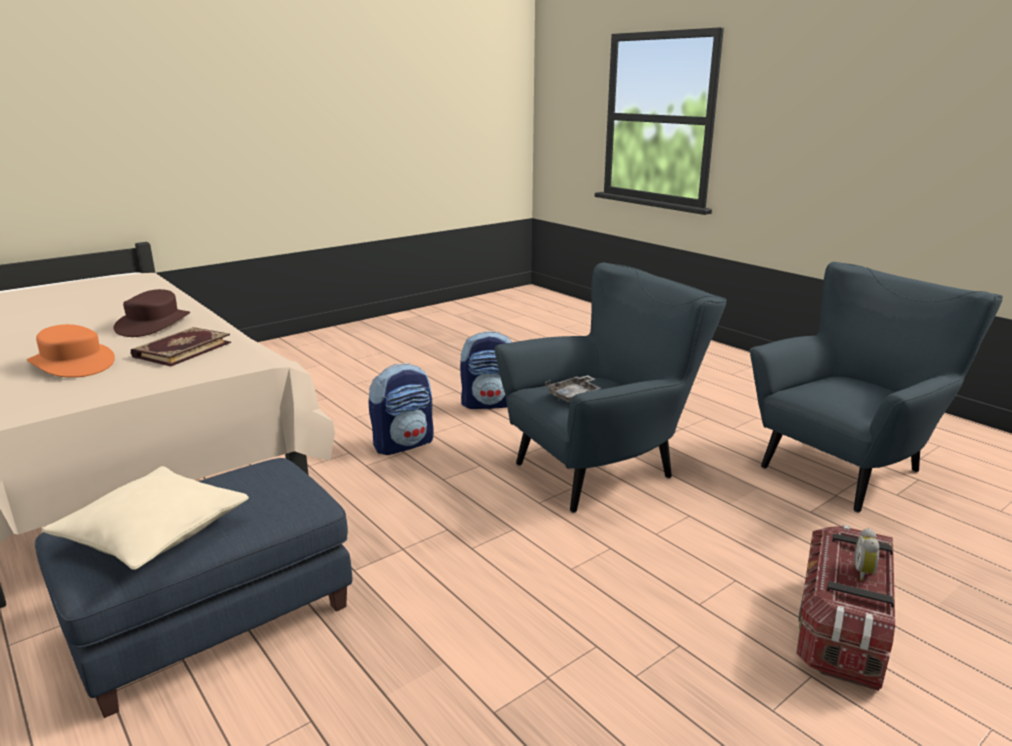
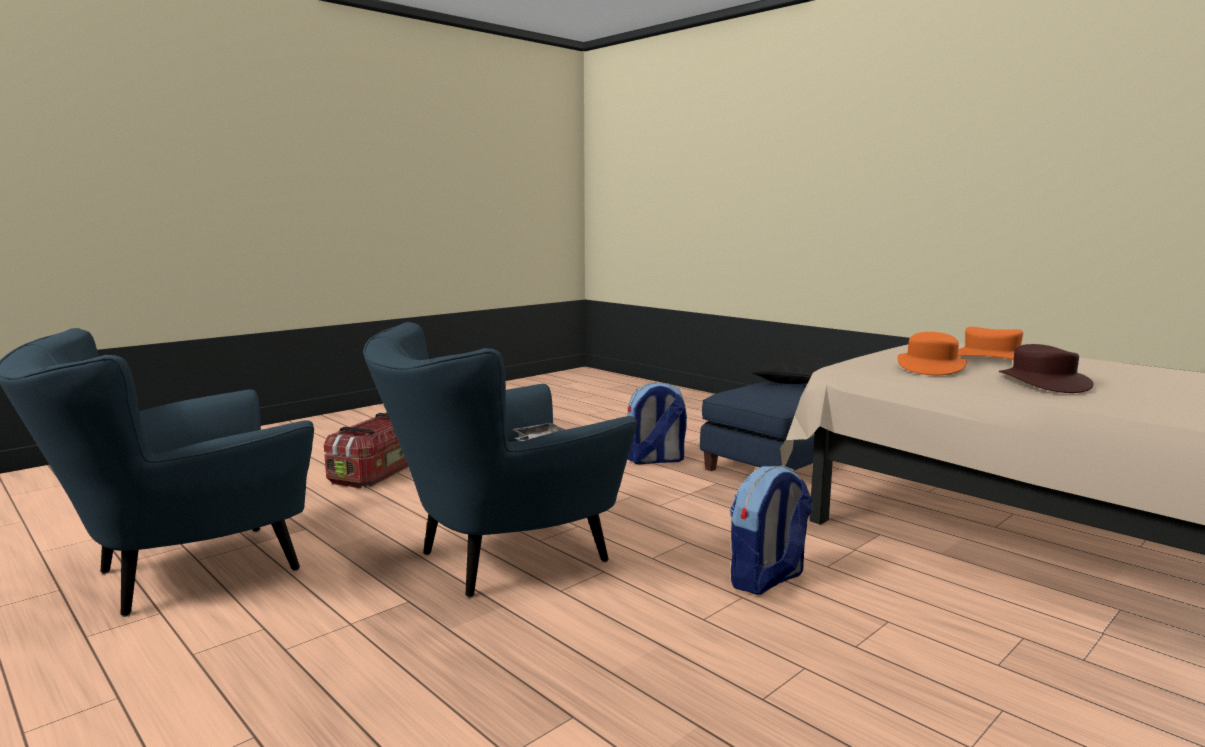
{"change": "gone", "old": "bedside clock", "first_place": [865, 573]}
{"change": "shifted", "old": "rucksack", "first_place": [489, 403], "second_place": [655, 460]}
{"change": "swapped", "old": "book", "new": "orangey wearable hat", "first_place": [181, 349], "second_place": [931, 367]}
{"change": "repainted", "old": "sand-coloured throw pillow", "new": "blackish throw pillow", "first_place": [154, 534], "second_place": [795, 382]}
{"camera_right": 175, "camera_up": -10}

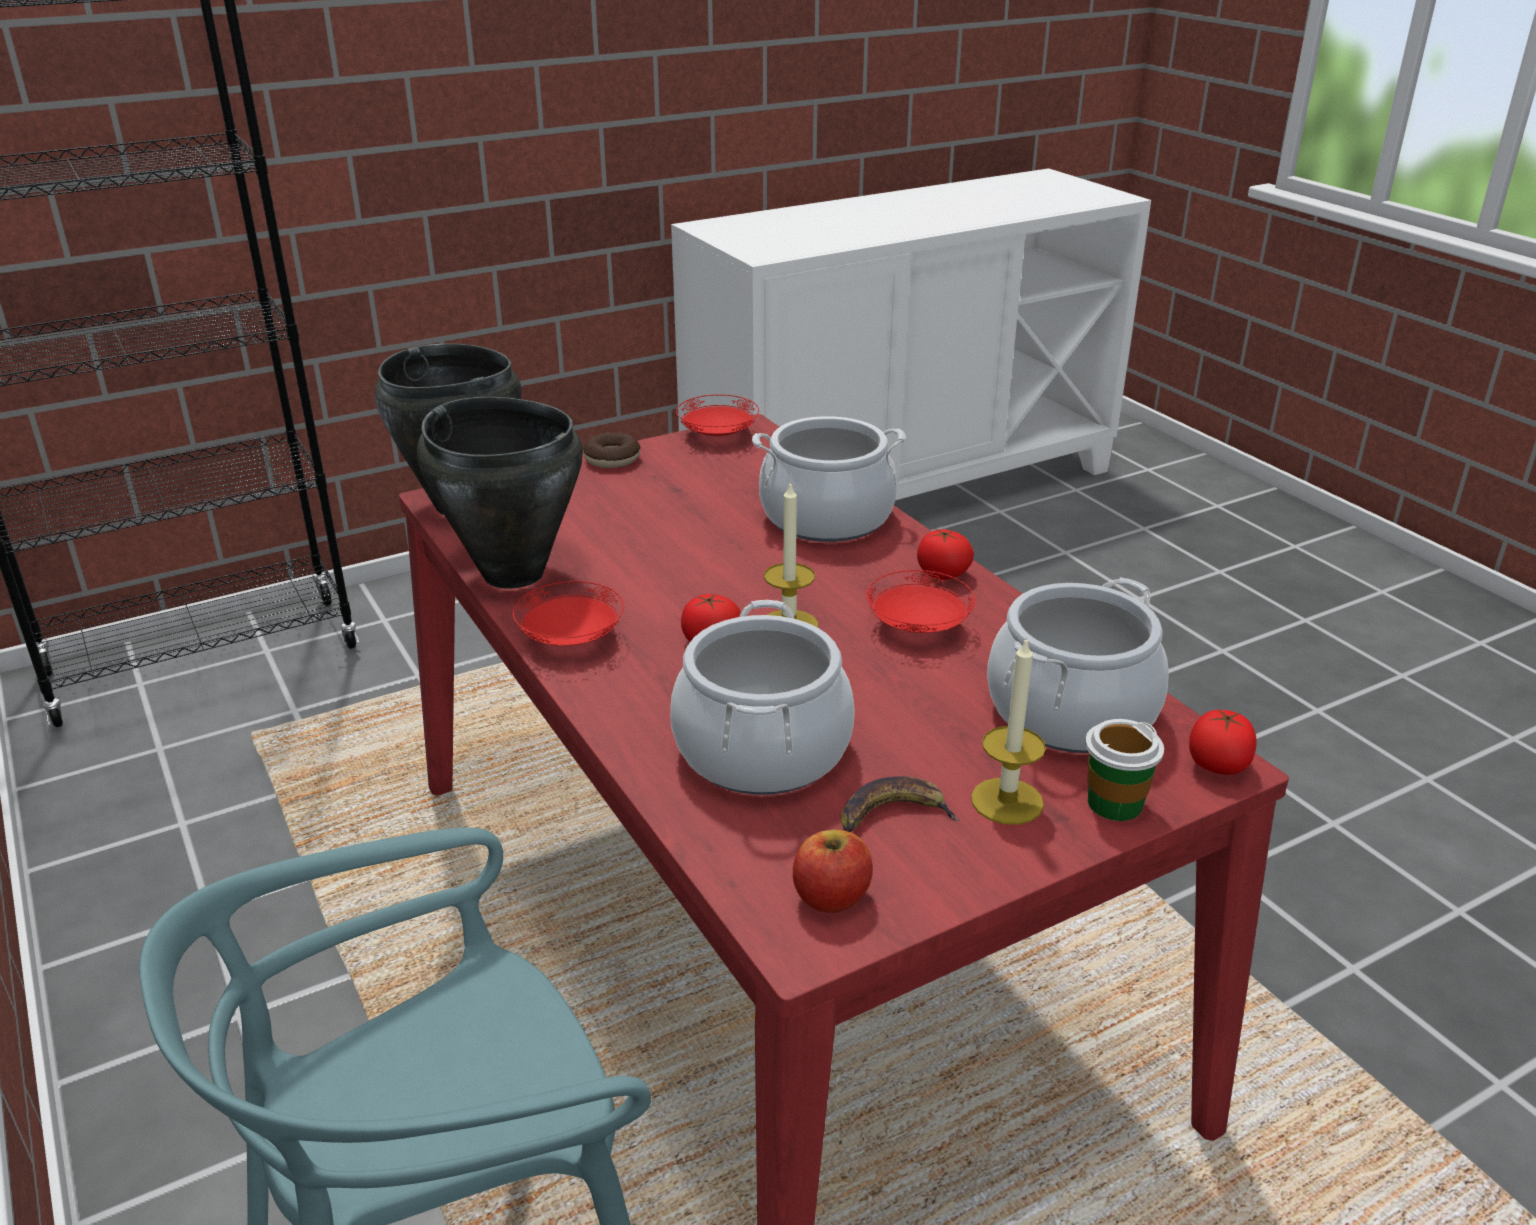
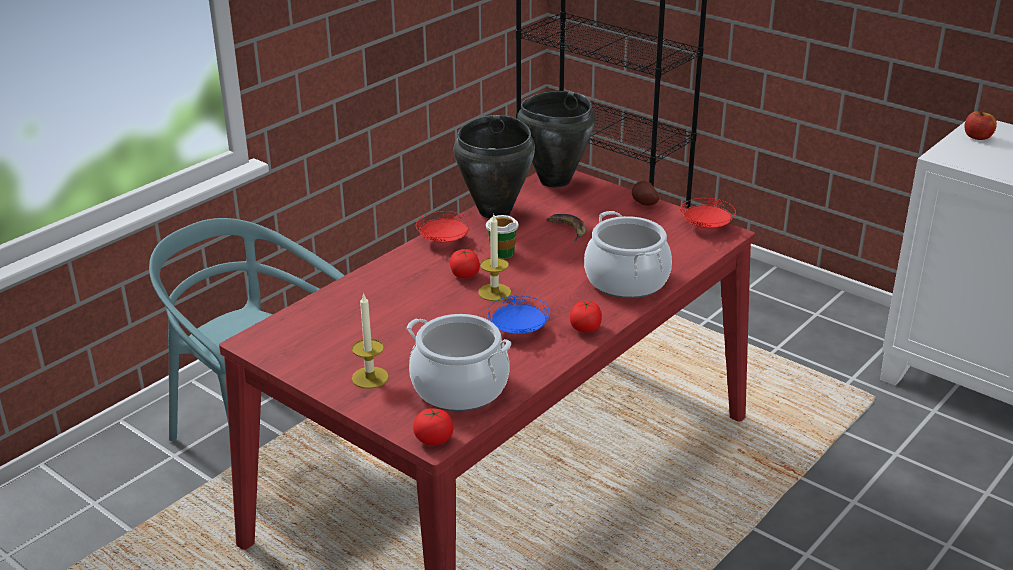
{"change": "gone", "old": "saucepot", "first_place": [763, 750]}
{"change": "shifted", "old": "apple fruit", "first_place": [831, 897], "second_place": [977, 137]}
{"change": "shifted", "old": "banana", "first_place": [892, 814], "second_place": [567, 229]}
{"change": "shifted", "old": "small cup", "first_place": [1114, 803], "second_place": [502, 253]}
{"change": "swapped", "old": "doughnut", "new": "potato", "first_place": [612, 459], "second_place": [643, 204]}
{"change": "repainted", "old": "red-coloured plate", "new": "bluish plate", "first_place": [917, 627], "second_place": [518, 329]}
{"camera_right": 70, "camera_up": 0}

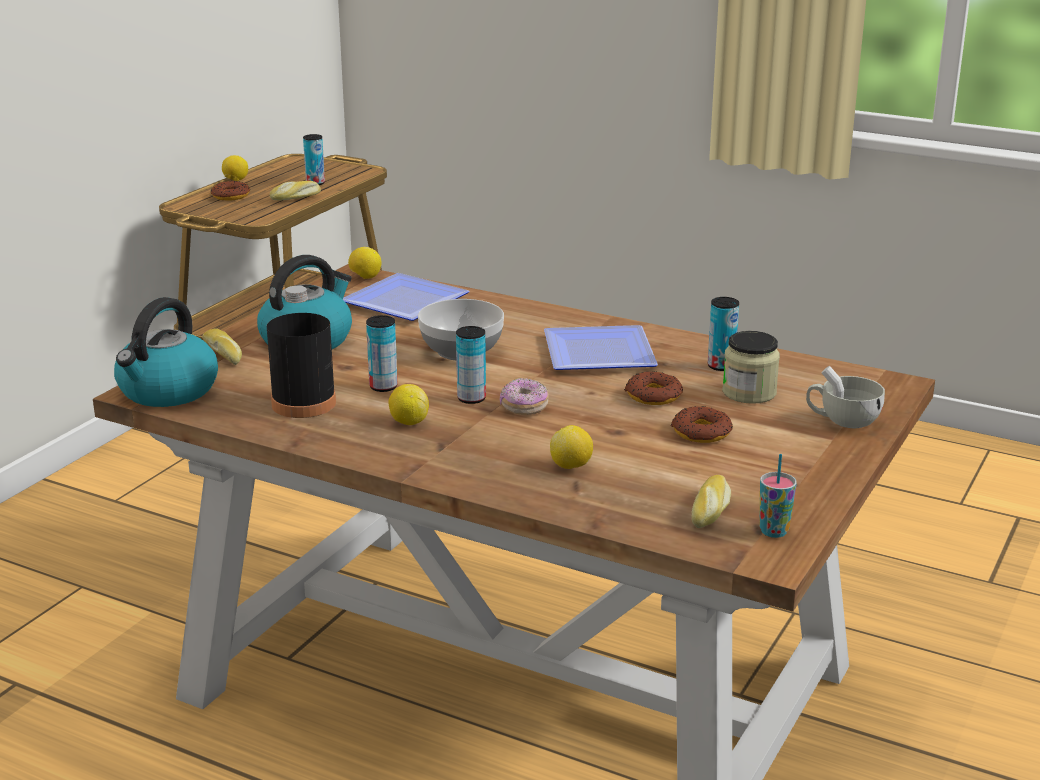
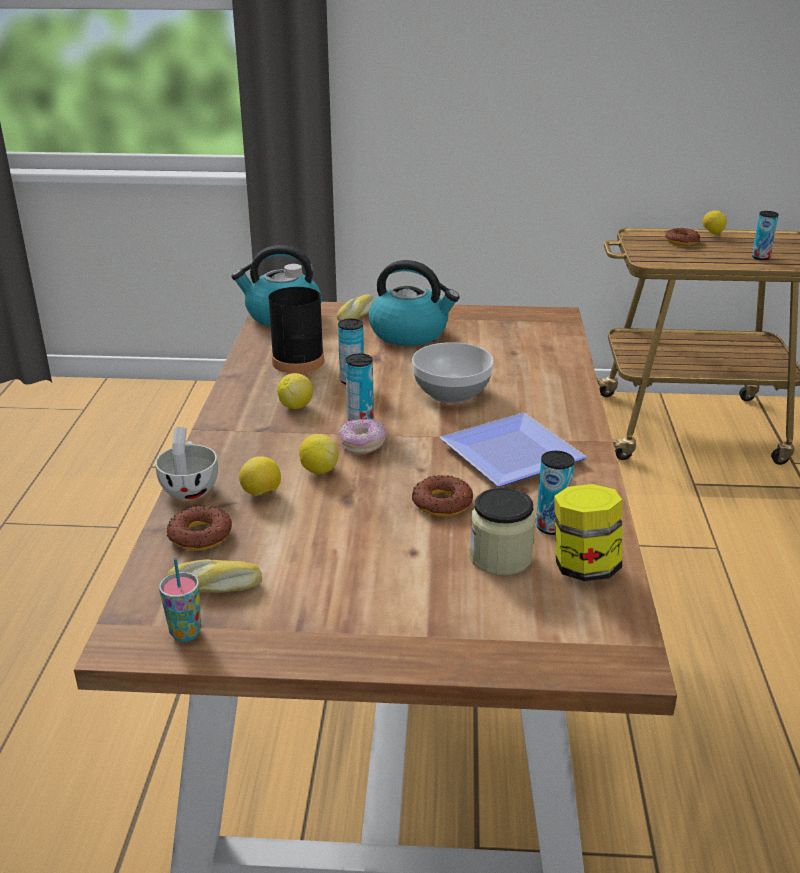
{"change": "gone", "old": "bakery bread", "first_place": [296, 197]}
{"change": "gone", "old": "plate", "first_place": [405, 304]}
{"change": "new", "new": "preserve jar", "second_place": [584, 566]}
{"change": "shifted", "old": "lemon", "first_place": [365, 278], "second_place": [319, 470]}
{"change": "shifted", "old": "doughnut", "first_place": [701, 432], "second_place": [200, 535]}
{"change": "shifted", "old": "whitish small cup", "first_place": [842, 420], "second_place": [190, 487]}
{"camera_right": 65, "camera_up": 5}

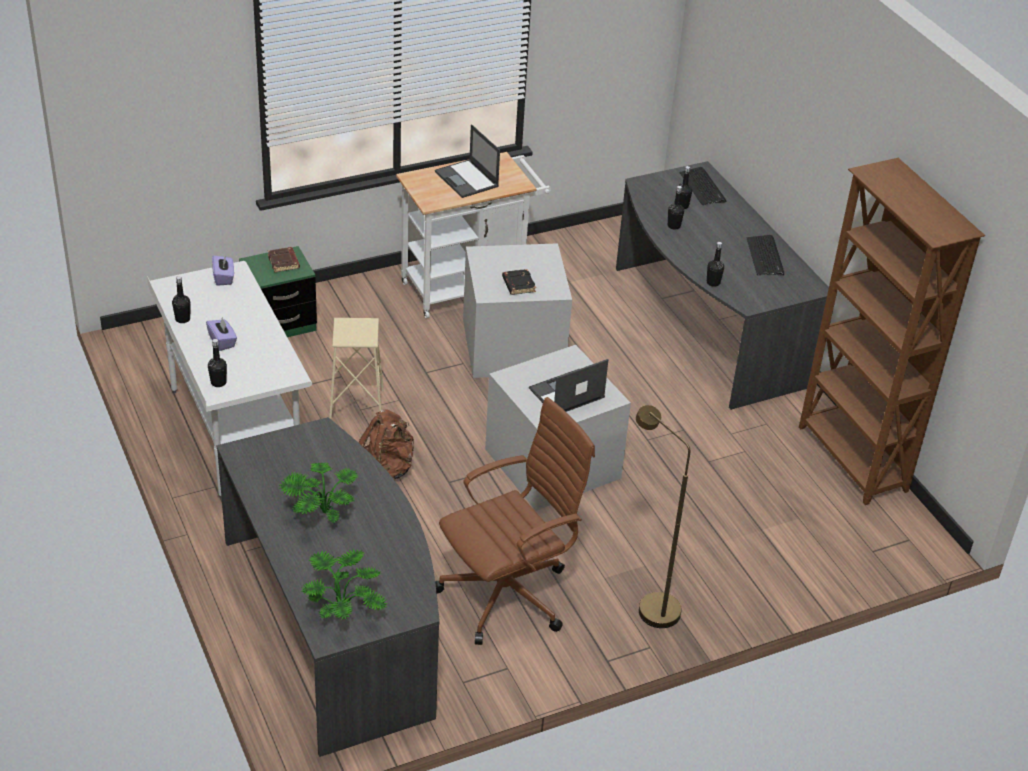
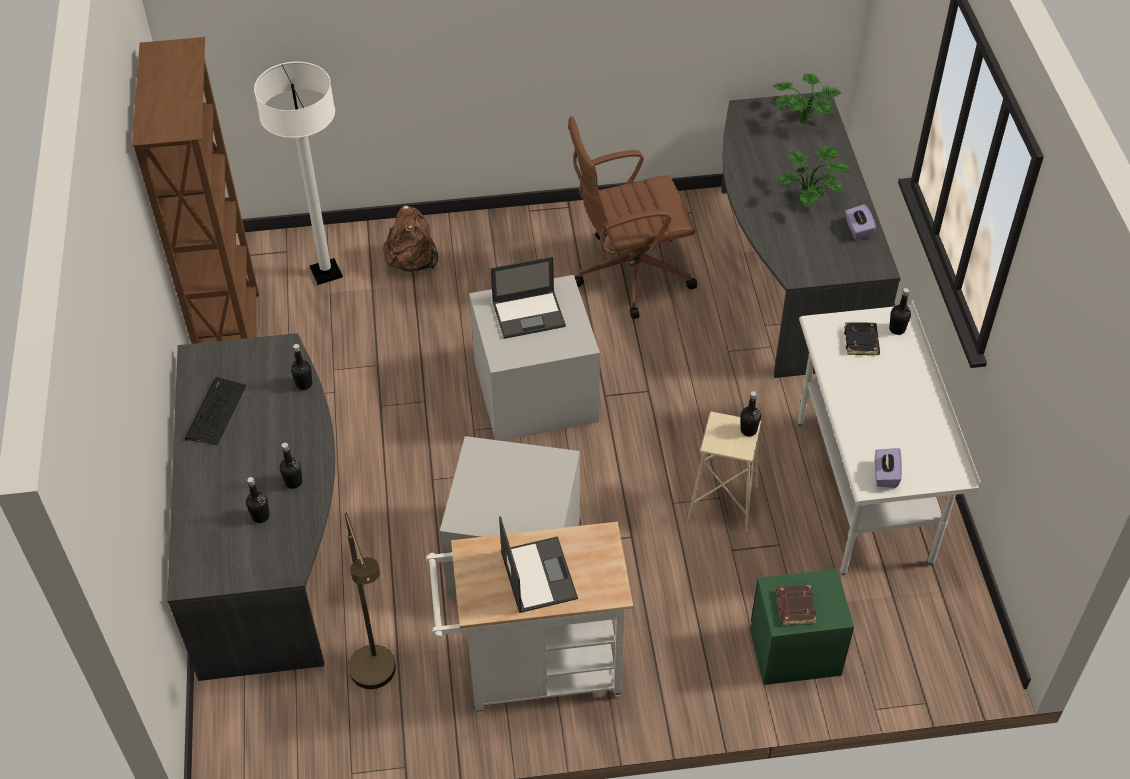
{"change": "gone", "old": "PC keyboard", "first_place": [702, 187]}
{"change": "new", "new": "whitish floor lamp", "second_place": [326, 273]}
{"change": "shifted", "old": "blackish bottle", "first_place": [182, 319], "second_place": [748, 430]}
{"change": "shifted", "old": "purple box of tissues", "first_place": [222, 341], "second_place": [858, 230]}
{"change": "shifted", "old": "brown-coloured rucksack", "first_place": [388, 468], "second_place": [412, 262]}
{"change": "shifted", "old": "blackish book", "first_place": [518, 284], "second_place": [862, 342]}
{"change": "shifted", "old": "brown-coloured floor lamp", "first_place": [650, 605], "second_place": [378, 679]}
{"camera_right": -160, "camera_up": 10}

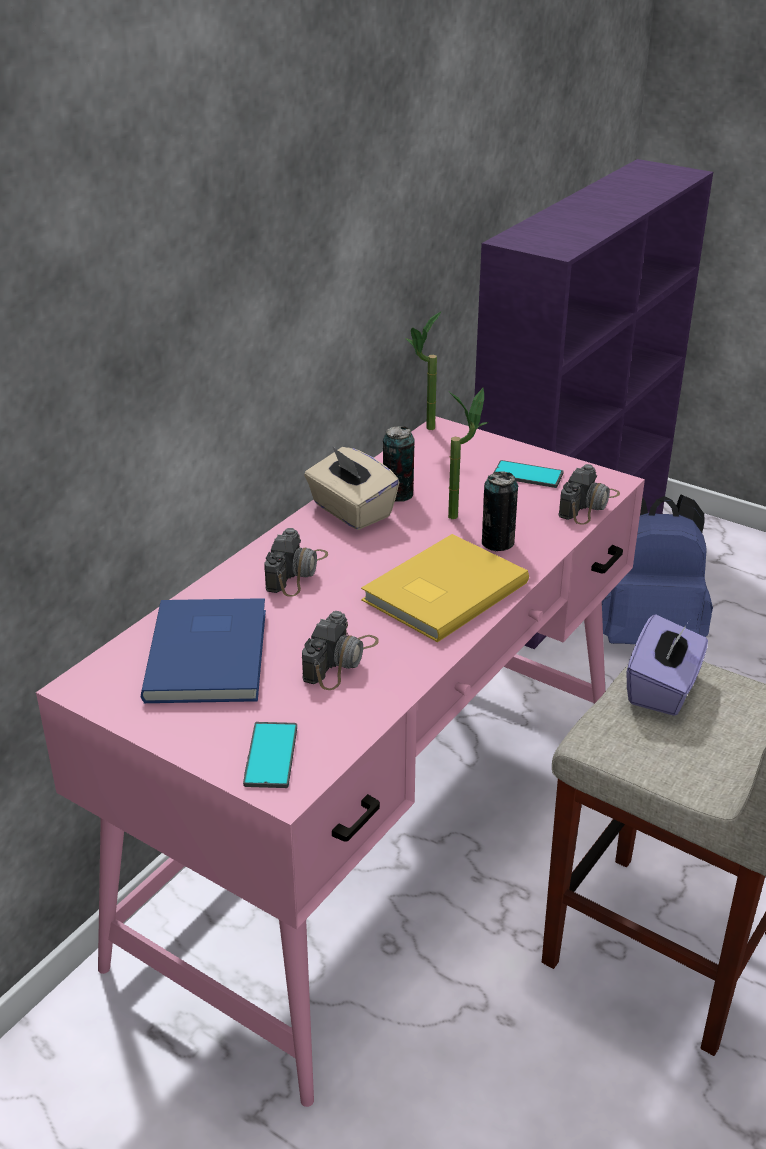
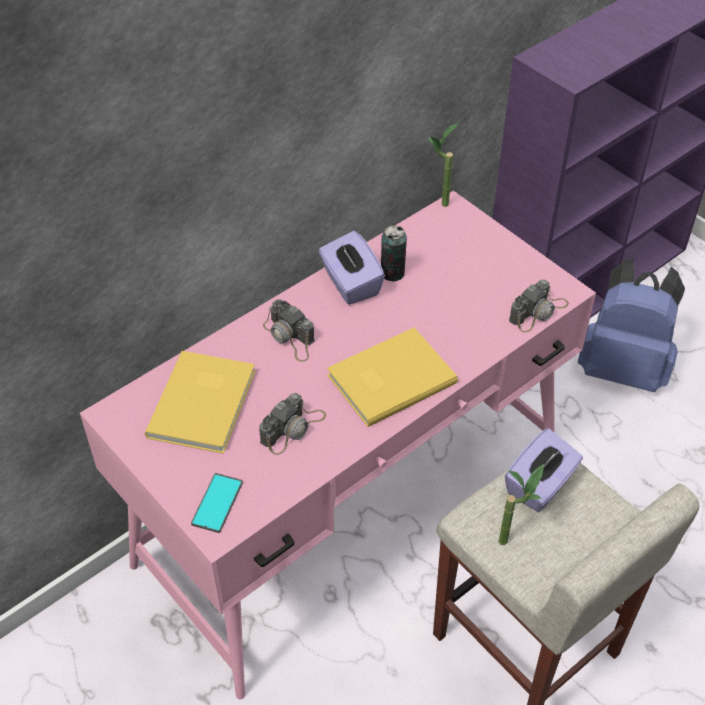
{"change": "gone", "old": "can", "first_place": [497, 542]}
{"change": "gone", "old": "phone", "first_place": [528, 475]}
{"change": "shifted", "old": "houseplant", "first_place": [462, 514], "second_place": [511, 539]}
{"change": "repainted", "old": "bluish book", "new": "yellowish book", "first_place": [211, 653], "second_place": [205, 403]}
{"change": "repainted", "old": "sand-coloured box of tissues", "new": "purple box of tissues", "first_place": [351, 511], "second_place": [350, 283]}
{"change": "rotated", "old": "photo camera", "first_place": [297, 571], "second_place": [290, 337], "degrees": 105}
{"camera_right": 15, "camera_up": 15}

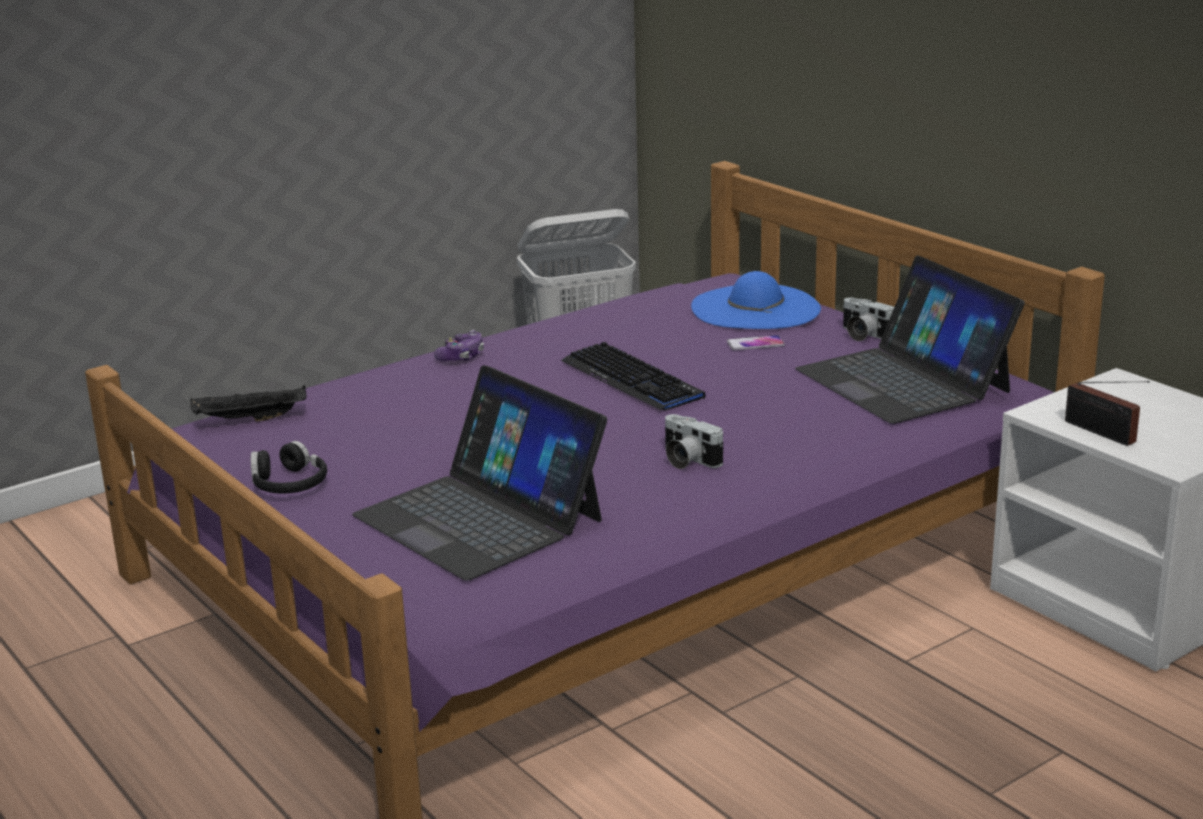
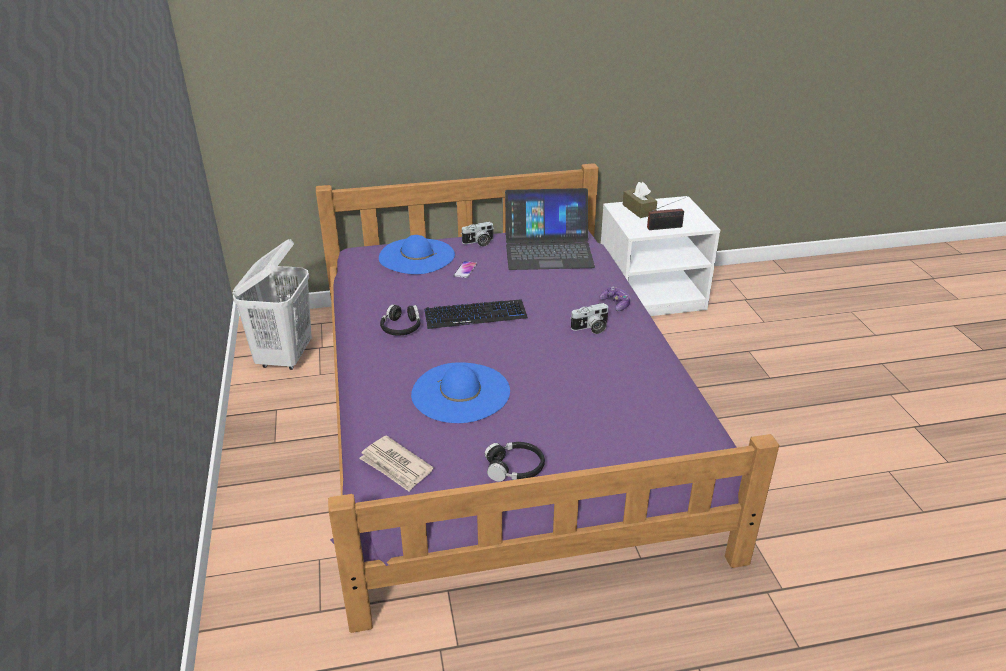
{"change": "gone", "old": "portable computer", "first_place": [480, 517]}
{"change": "new", "new": "blackish headphones", "second_place": [401, 327]}
{"change": "new", "new": "bluish wearable hat", "second_place": [460, 392]}
{"change": "new", "new": "brown-coloured box of tissues", "second_place": [638, 209]}
{"change": "shifted", "old": "game controller", "first_place": [461, 357], "second_place": [615, 304]}
{"change": "swapped", "old": "blackish serving tray", "new": "daily paper", "first_place": [249, 420], "second_place": [396, 466]}
{"camera_right": -65, "camera_up": 10}

